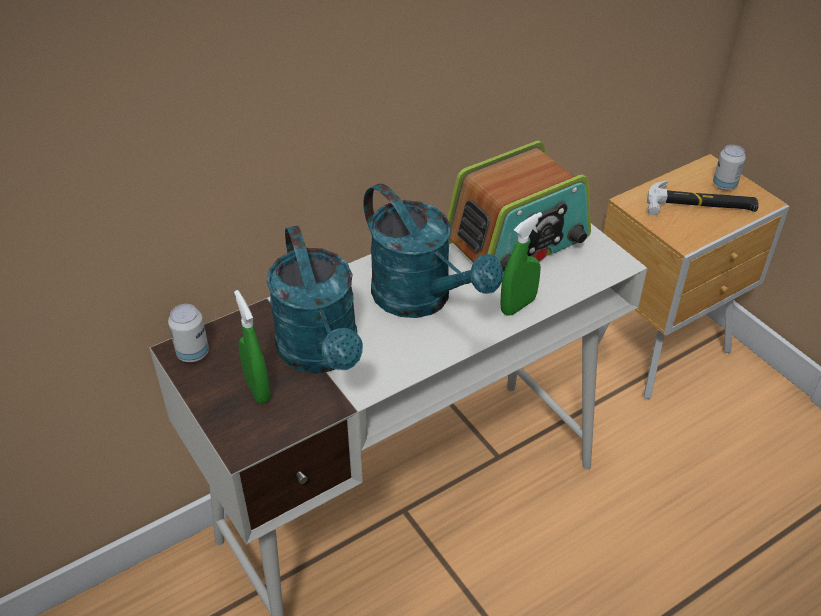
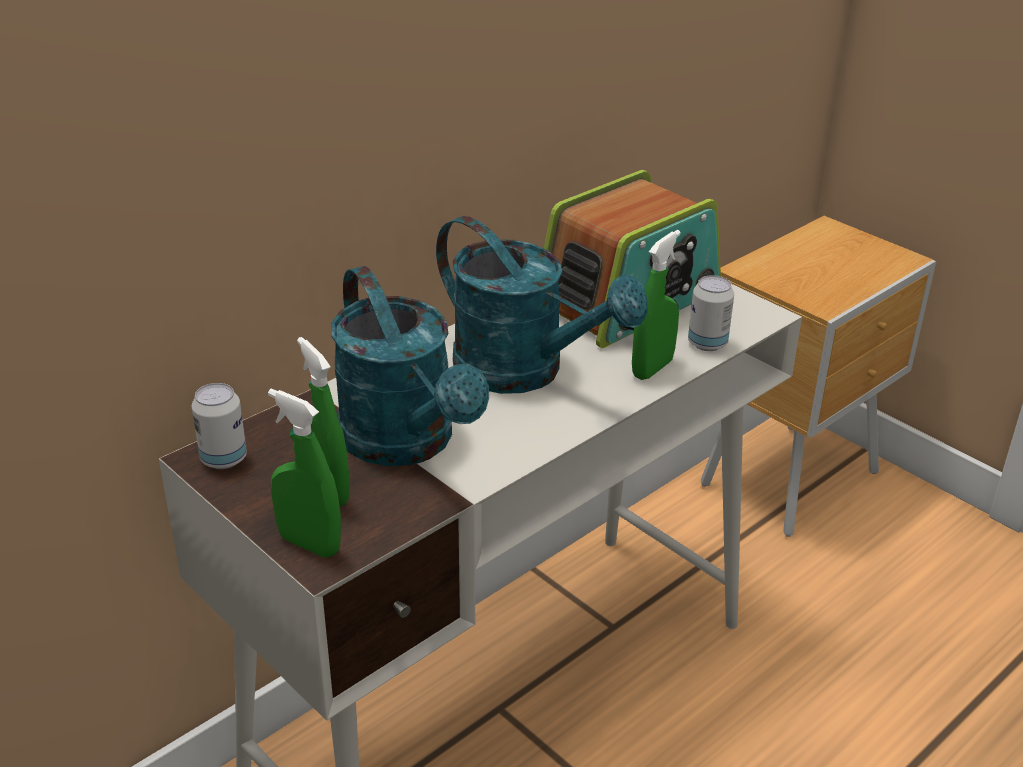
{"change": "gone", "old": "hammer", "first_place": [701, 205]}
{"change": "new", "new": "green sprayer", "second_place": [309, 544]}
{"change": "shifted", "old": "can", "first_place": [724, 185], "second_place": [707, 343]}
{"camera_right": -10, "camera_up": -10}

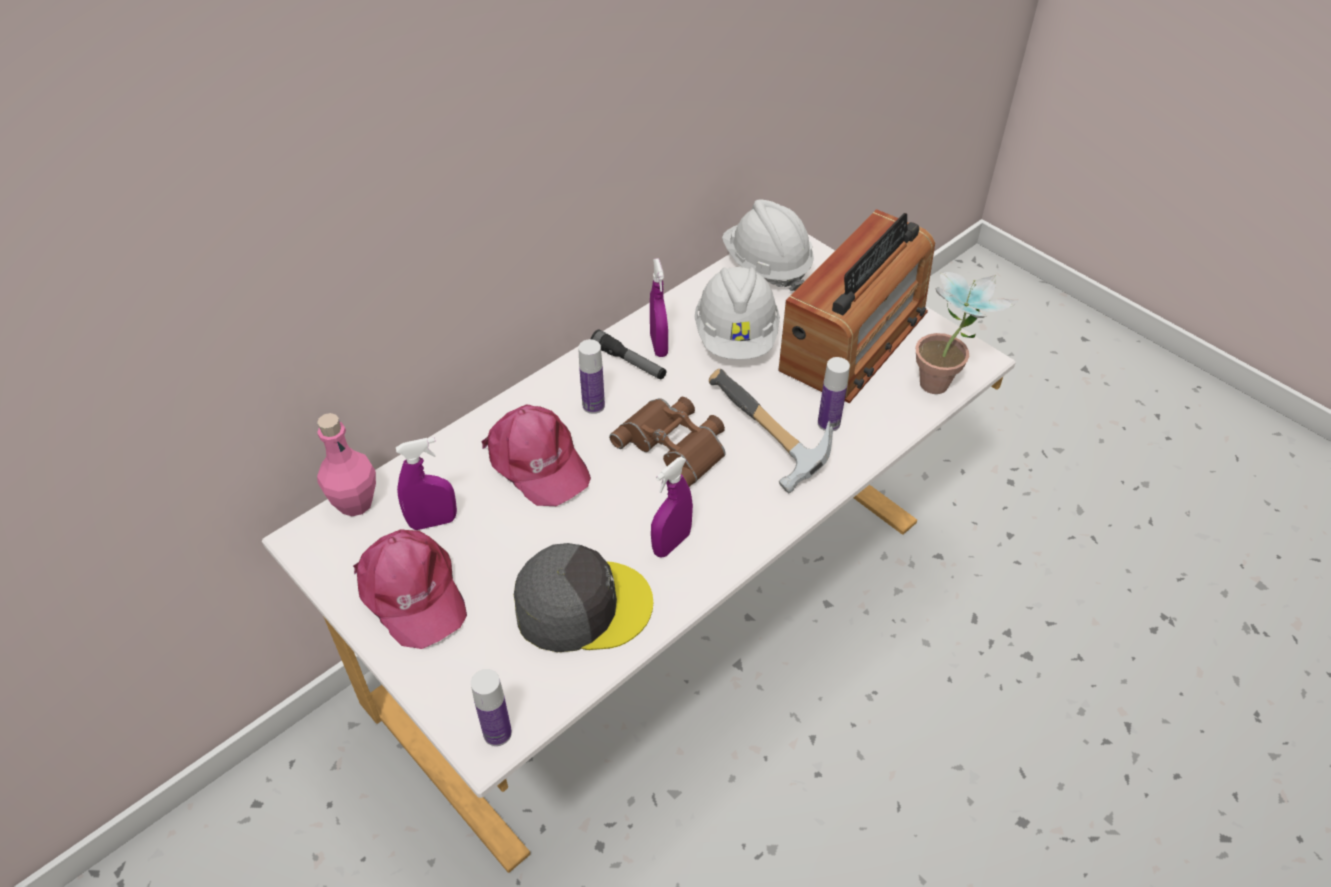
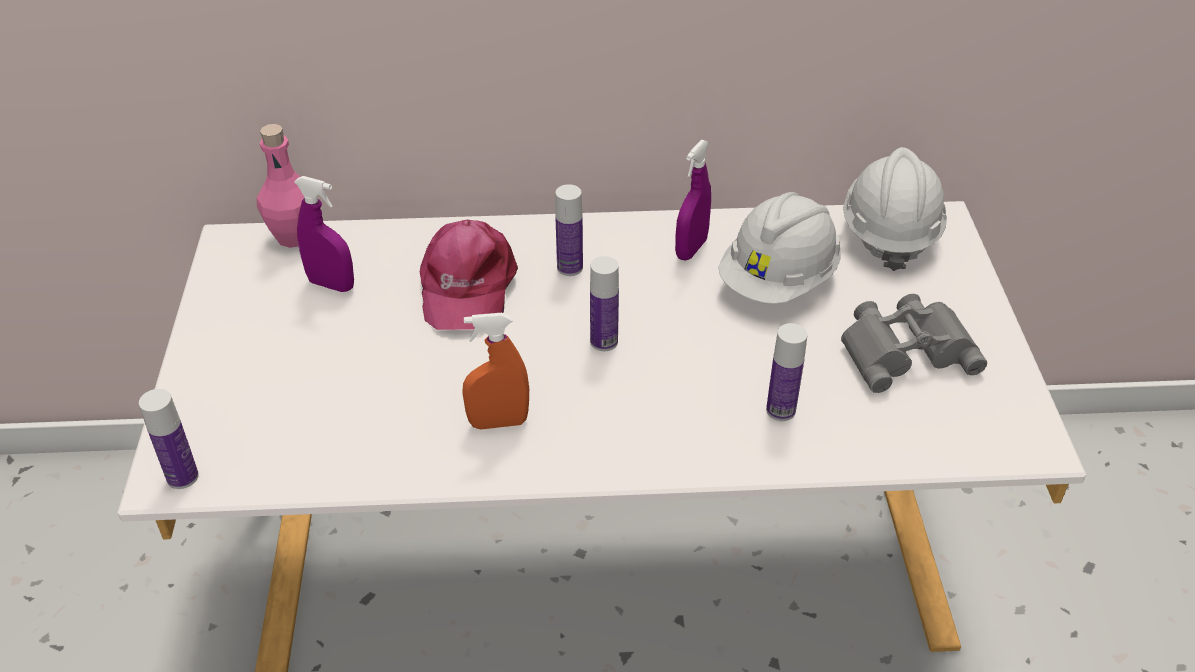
{"change": "gone", "old": "pink-coloured cap", "first_place": [411, 593]}
{"change": "gone", "old": "gray cap", "first_place": [581, 605]}
{"change": "gone", "old": "flashlight", "first_place": [629, 362]}
{"change": "gone", "old": "hammer", "first_place": [762, 439]}
{"change": "gone", "old": "houseplant", "first_place": [944, 382]}
{"change": "swapped", "old": "brown-coloured field glasses", "new": "bottle", "first_place": [675, 444], "second_place": [604, 341]}
{"change": "swapped", "old": "radio receiver", "new": "gray field glasses", "first_place": [854, 339], "second_place": [905, 349]}
{"change": "repainted", "old": "purple sprayer", "new": "orangey sprayer", "first_place": [671, 543], "second_place": [498, 422]}
{"camera_right": 40, "camera_up": -5}

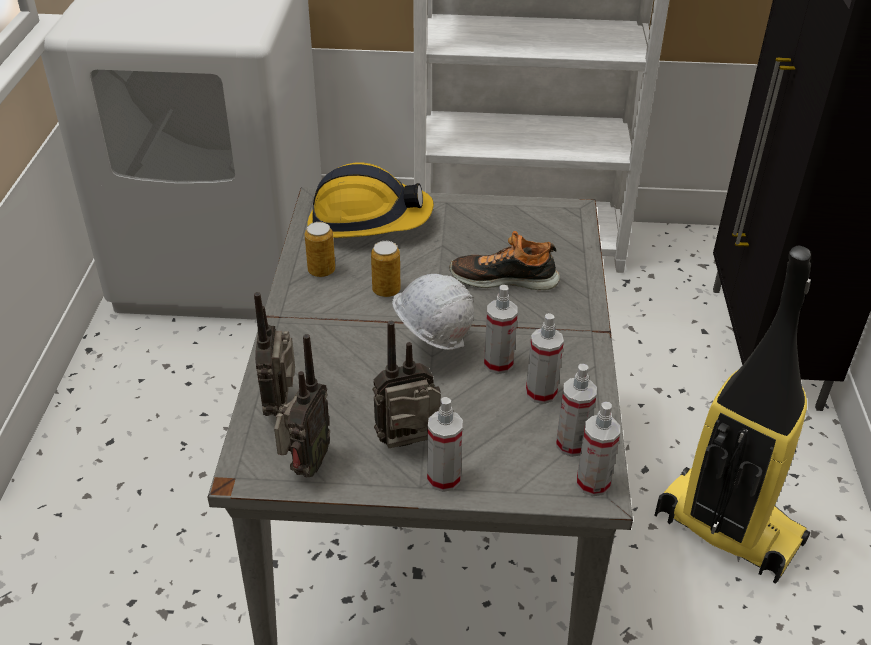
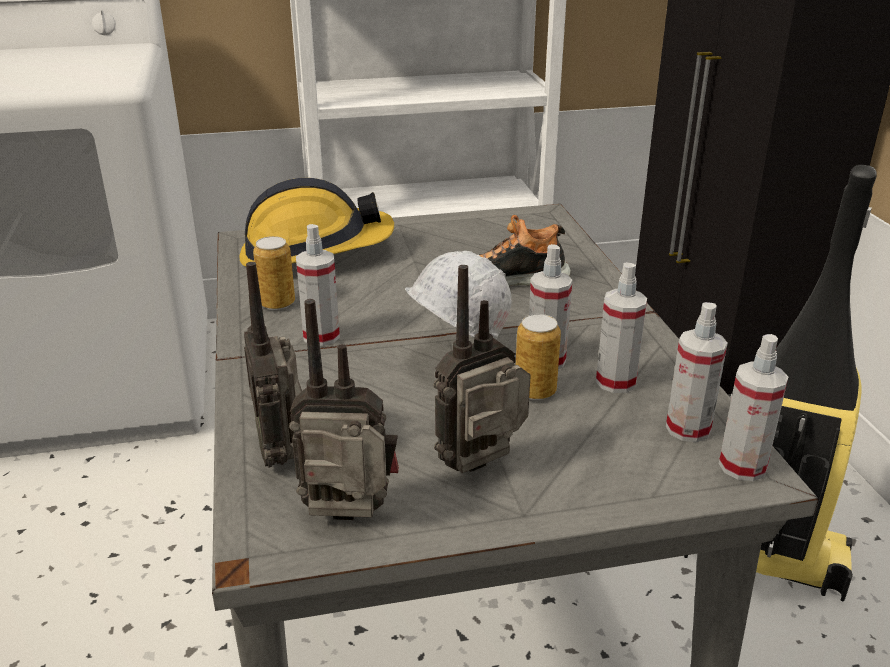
{"change": "shifted", "old": "can", "first_place": [386, 290], "second_place": [535, 391]}
{"change": "shifted", "old": "sprayer", "first_place": [443, 478], "second_place": [321, 336]}
{"change": "rotated", "old": "radio receiver", "first_place": [305, 467], "second_place": [348, 522], "degrees": -90}
{"camera_right": -15, "camera_up": -10}

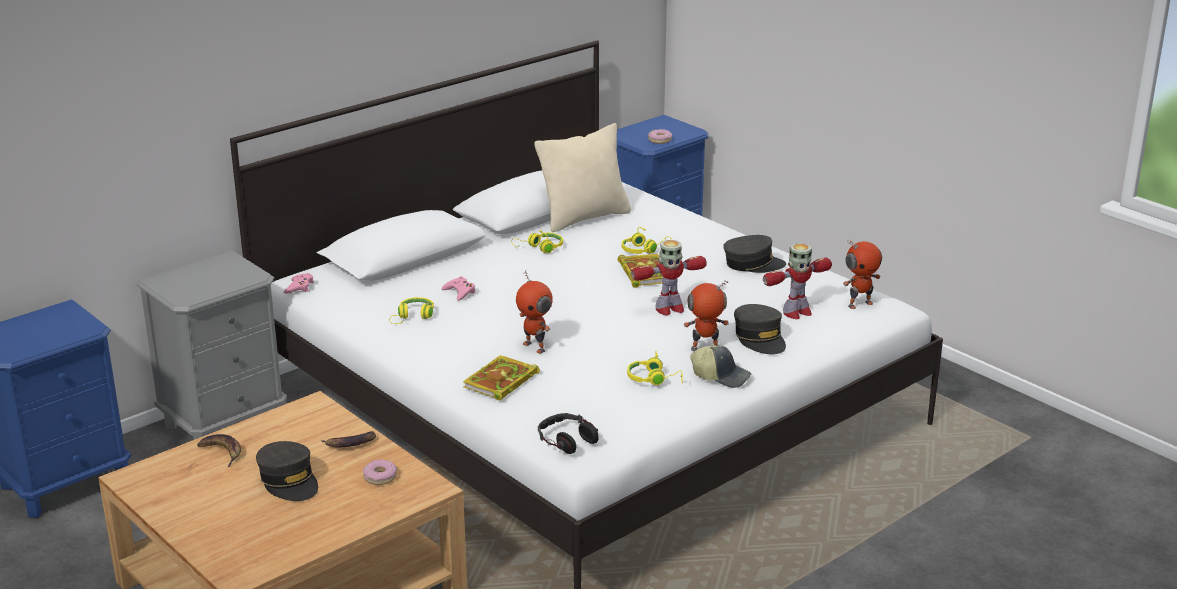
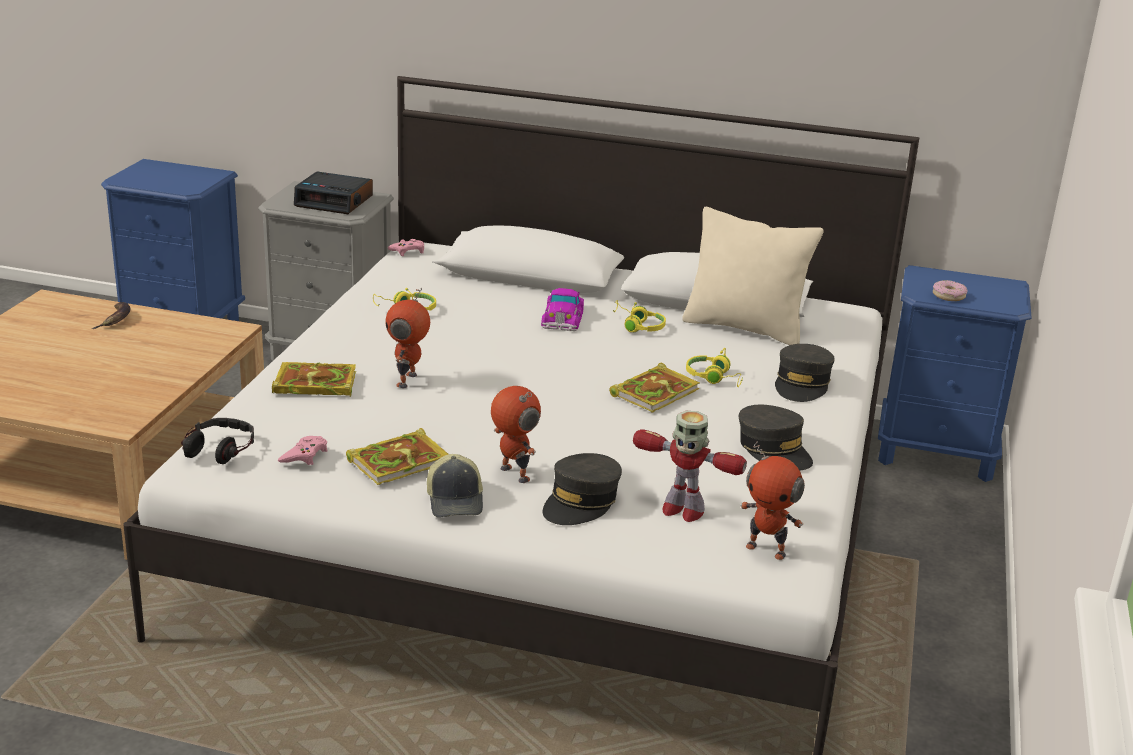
{"change": "gone", "old": "banana", "first_place": [350, 444]}
{"change": "gone", "old": "doughnut", "first_place": [380, 477]}
{"change": "gone", "old": "robot figure", "first_place": [669, 309]}
{"change": "new", "new": "bedside clock", "second_place": [335, 201]}
{"change": "new", "new": "miniature car", "second_place": [563, 316]}
{"change": "shifted", "old": "gray cap", "first_place": [289, 481], "second_place": [802, 384]}
{"change": "shifted", "old": "pink-coloured game controller", "first_place": [459, 292], "second_place": [304, 455]}
{"change": "swapped", "old": "yellowish headphones", "new": "book", "first_place": [654, 379], "second_place": [400, 461]}
{"camera_right": 55, "camera_up": 0}

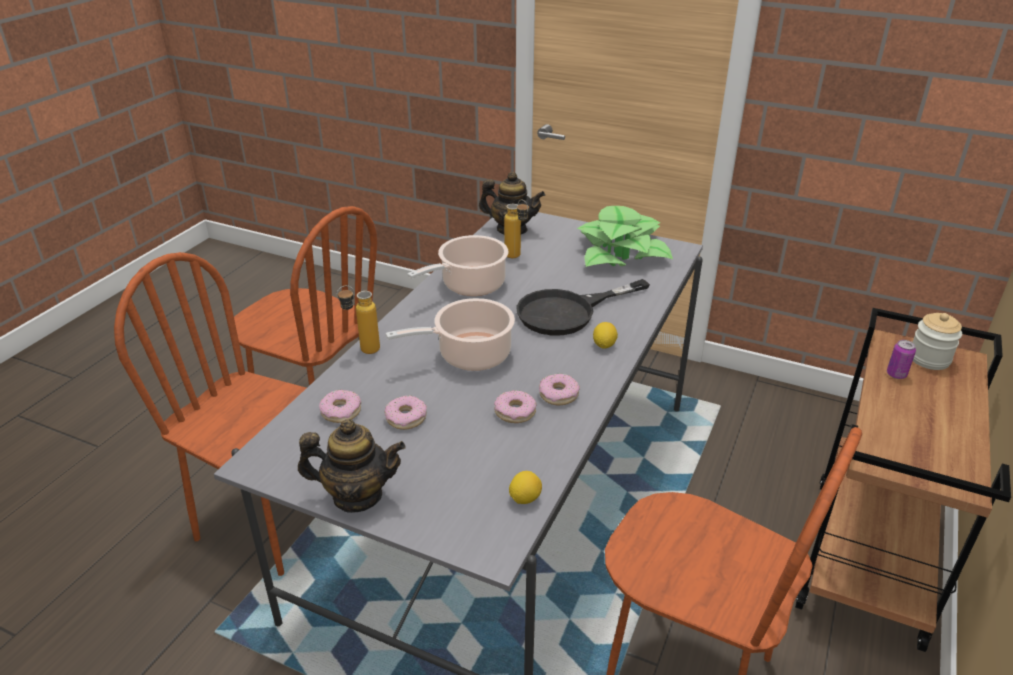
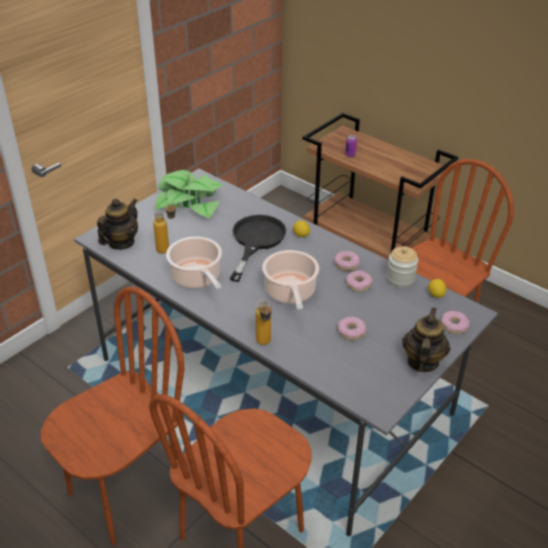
{"change": "shifted", "old": "doughnut", "first_place": [341, 411], "second_place": [454, 326]}
{"change": "shifted", "old": "preserve jar", "first_place": [929, 359], "second_place": [400, 279]}
{"change": "rotated", "old": "blackish frying pan", "first_place": [568, 312], "second_place": [256, 241], "degrees": -150}
{"camera_right": -75, "camera_up": 5}

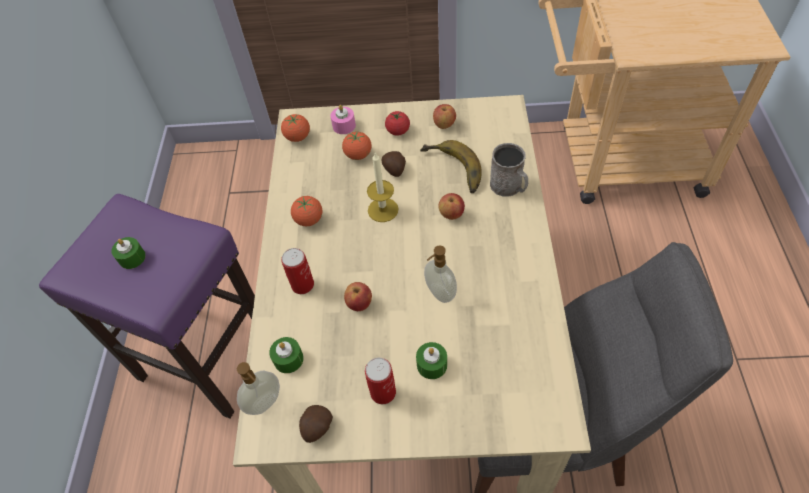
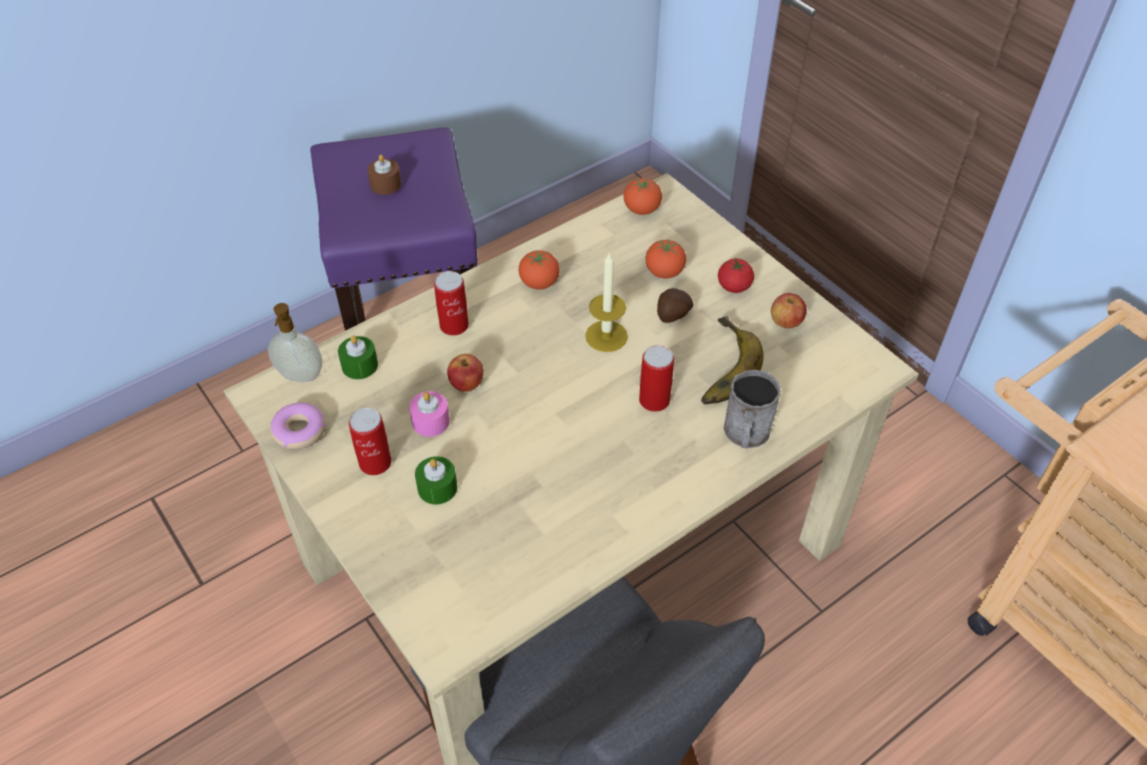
{"change": "gone", "old": "soap bottle", "first_place": [439, 293]}
{"change": "shifted", "old": "pink-coloured wax candle", "first_place": [344, 126], "second_place": [430, 421]}
{"change": "swapped", "old": "potato", "new": "doughnut", "first_place": [316, 428], "second_place": [299, 431]}
{"change": "swapped", "old": "apple fruit", "new": "can", "first_place": [451, 214], "second_place": [654, 400]}
{"change": "repainted", "old": "green wax candle", "new": "brown-coloured wax candle", "first_place": [132, 258], "second_place": [385, 184]}
{"camera_right": 50, "camera_up": -5}

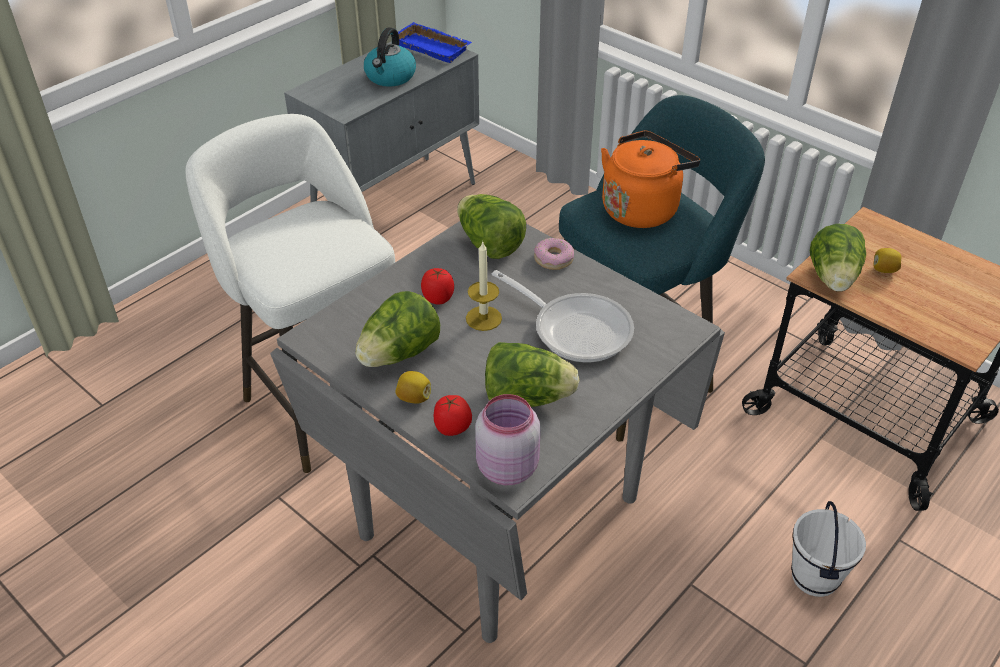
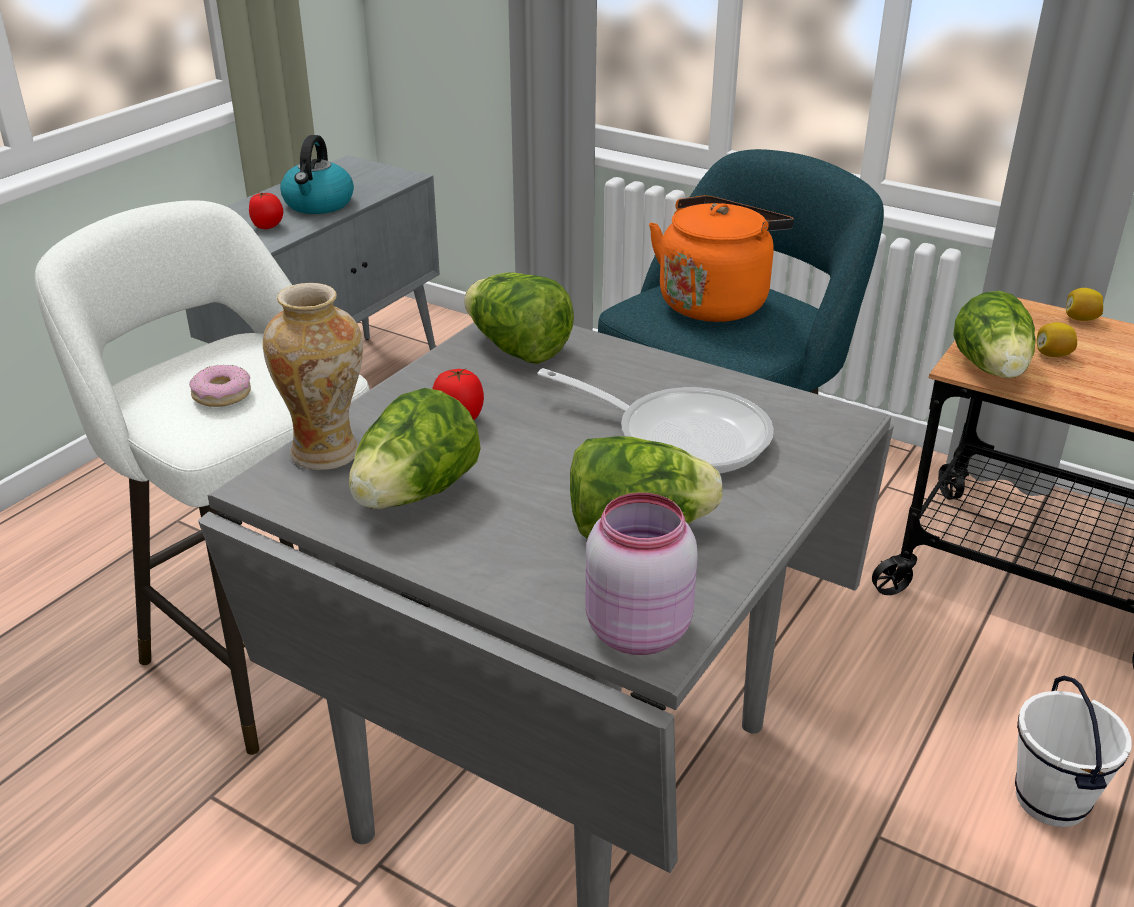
{"change": "gone", "old": "bluish serving tray", "first_place": [434, 47]}
{"change": "gone", "old": "wax candle", "first_place": [483, 318]}
{"change": "new", "new": "vase", "second_place": [327, 453]}
{"change": "shifted", "old": "lemon", "first_place": [413, 398], "second_place": [1080, 319]}
{"change": "shifted", "old": "whole tomato", "first_place": [453, 429], "second_place": [268, 227]}
{"change": "shifted", "old": "doughnut", "first_place": [553, 259], "second_place": [221, 394]}
{"camera_right": -10, "camera_up": -10}

